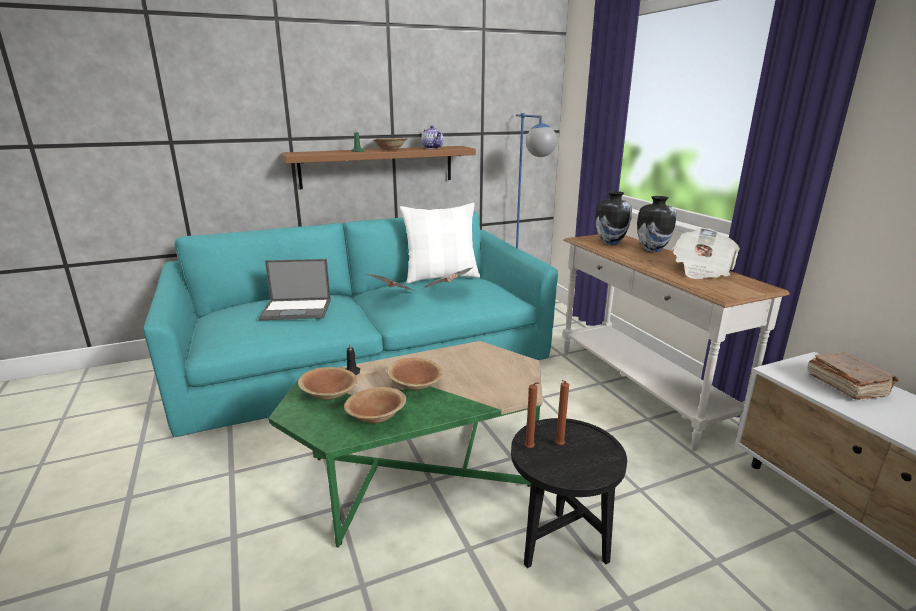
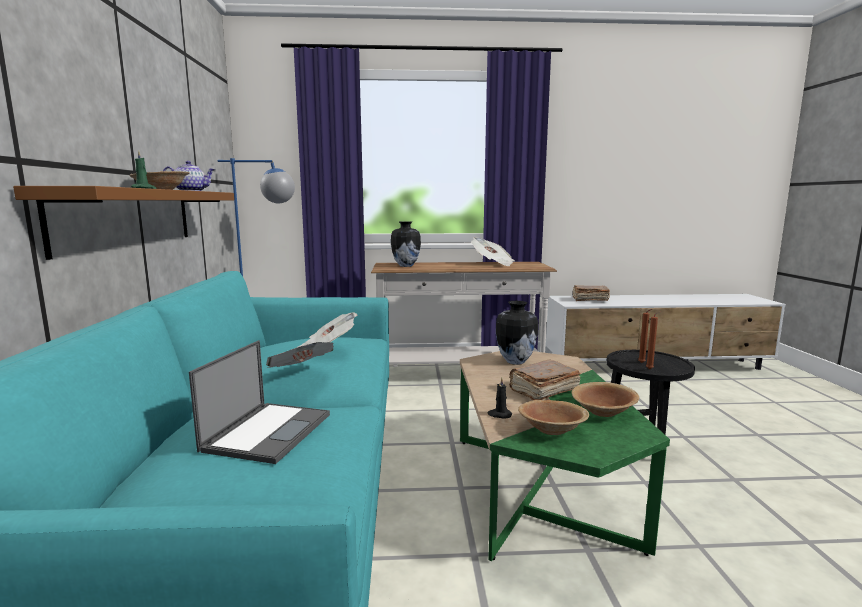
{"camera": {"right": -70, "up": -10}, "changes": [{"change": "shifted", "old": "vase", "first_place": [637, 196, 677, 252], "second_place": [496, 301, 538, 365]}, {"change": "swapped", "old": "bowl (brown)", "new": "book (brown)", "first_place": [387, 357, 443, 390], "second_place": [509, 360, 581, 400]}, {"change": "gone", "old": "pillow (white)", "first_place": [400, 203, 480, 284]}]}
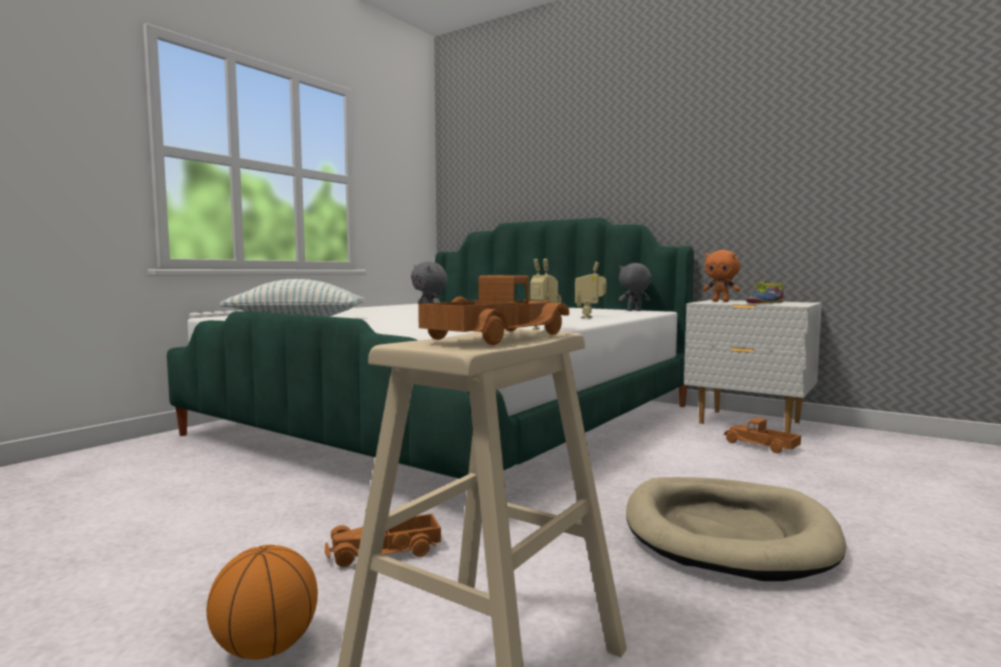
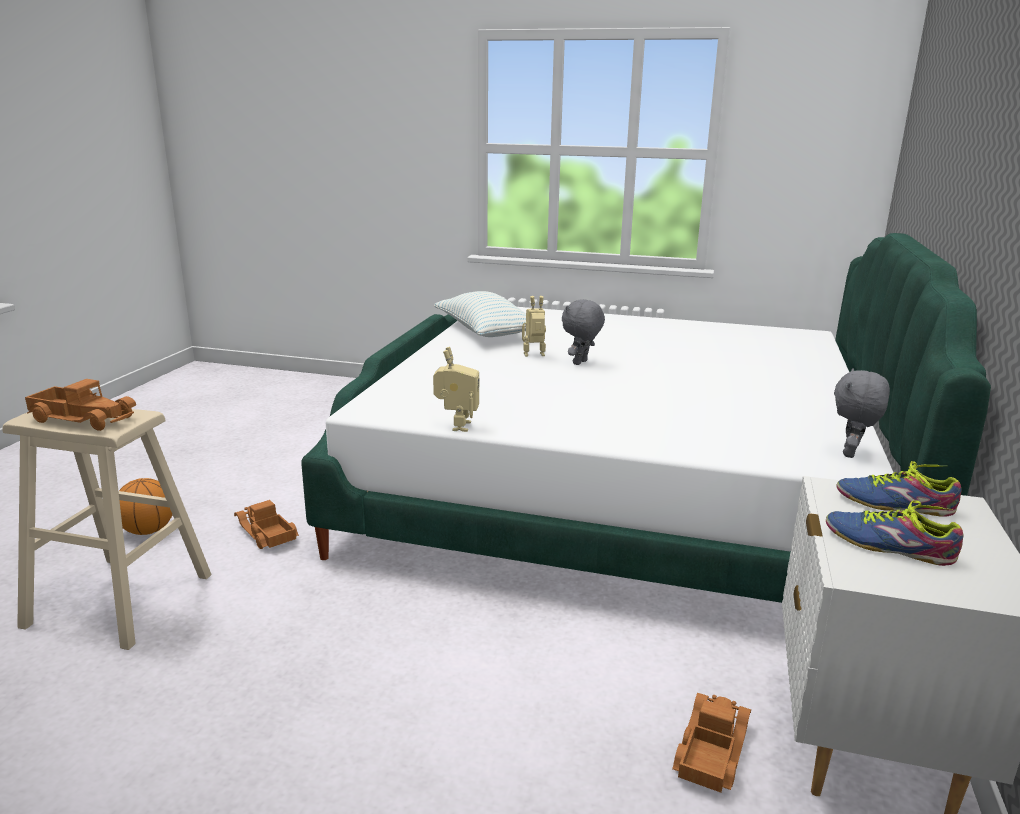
{"camera": {"right": 70, "up": 15}, "changes": [{"change": "shifted", "old": "toy robot", "first_place": [575, 262, 606, 318], "second_place": [522, 296, 546, 357]}, {"change": "rotated", "old": "plush toy (grey)", "first_place": [619, 263, 652, 311], "second_place": [834, 368, 890, 458], "degrees": -120}, {"change": "swapped", "old": "plush toy (orange)", "new": "shoe", "first_place": [703, 250, 740, 302], "second_place": [837, 461, 961, 517]}, {"change": "gone", "old": "dog bed (beige)", "first_place": [626, 477, 846, 581]}]}
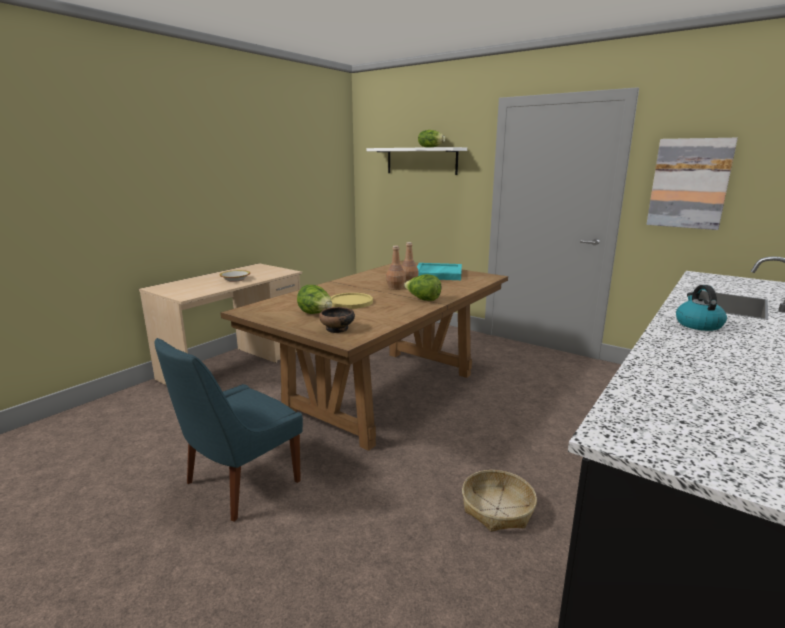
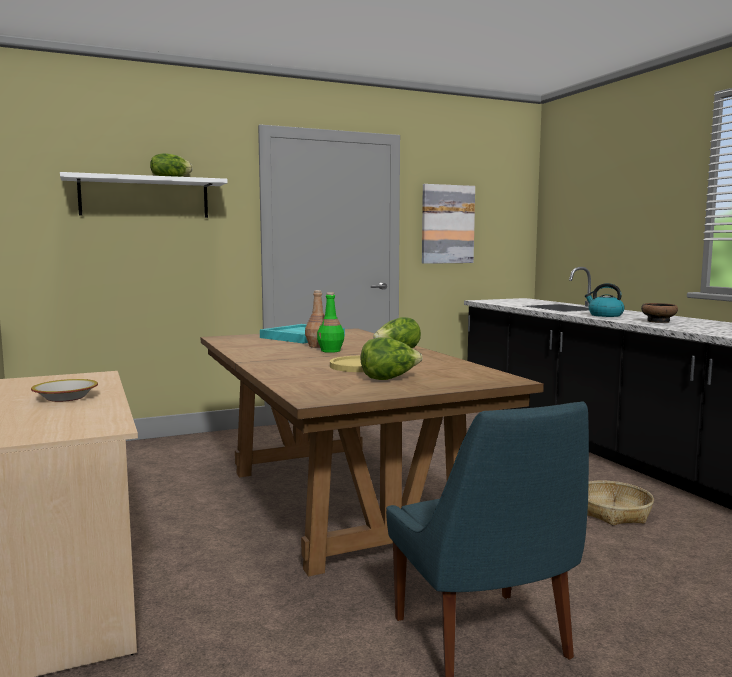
{"camera": {"right": -60, "up": -10}, "changes": [{"change": "repainted", "old": "bottle (brown)", "new": "bottle (green)", "first_place": [386, 246, 406, 290], "second_place": [317, 292, 344, 353]}, {"change": "shifted", "old": "bowl", "first_place": [319, 307, 355, 333], "second_place": [641, 303, 678, 323]}]}
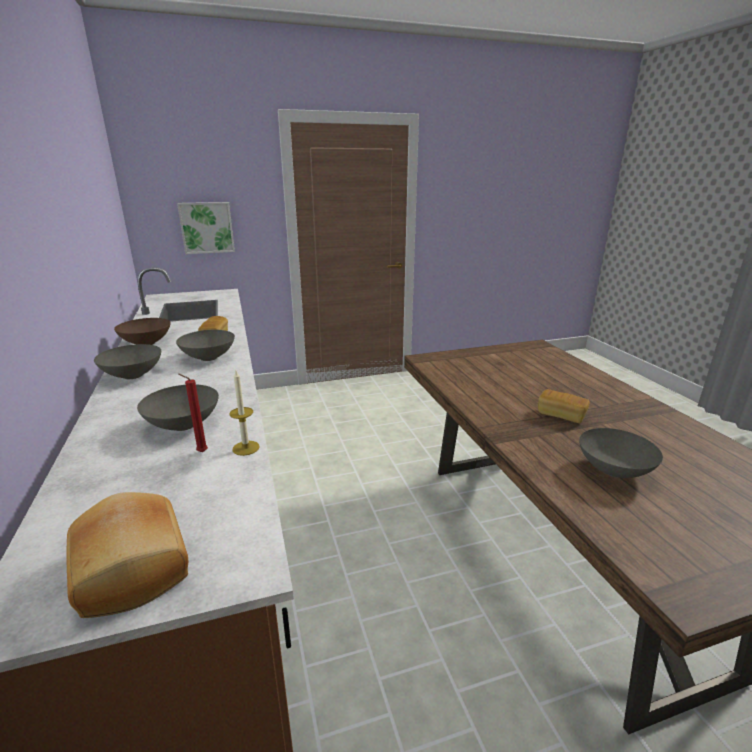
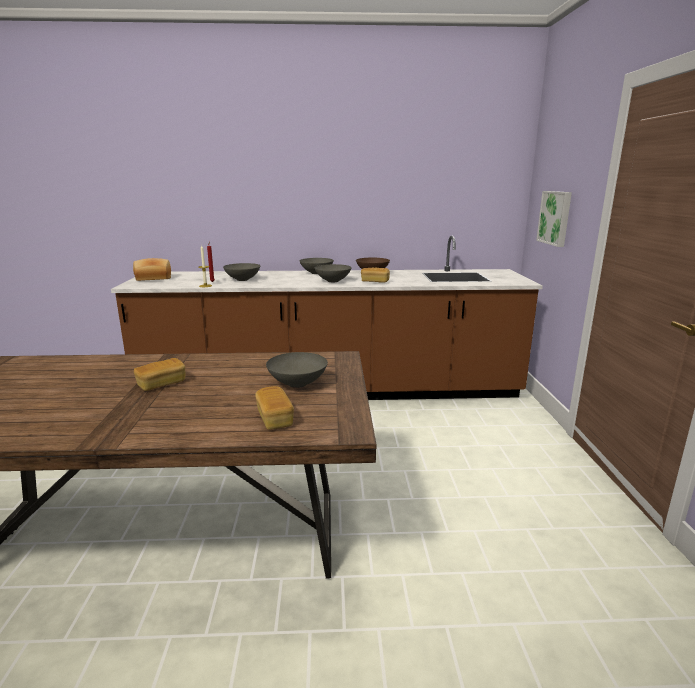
{"camera": {"right": 105, "up": -5}, "changes": [{"change": "new", "new": "bread", "second_place": [255, 386, 294, 430]}, {"change": "shifted", "old": "bowl (grey)", "first_place": [579, 428, 663, 478], "second_place": [266, 352, 328, 388]}]}
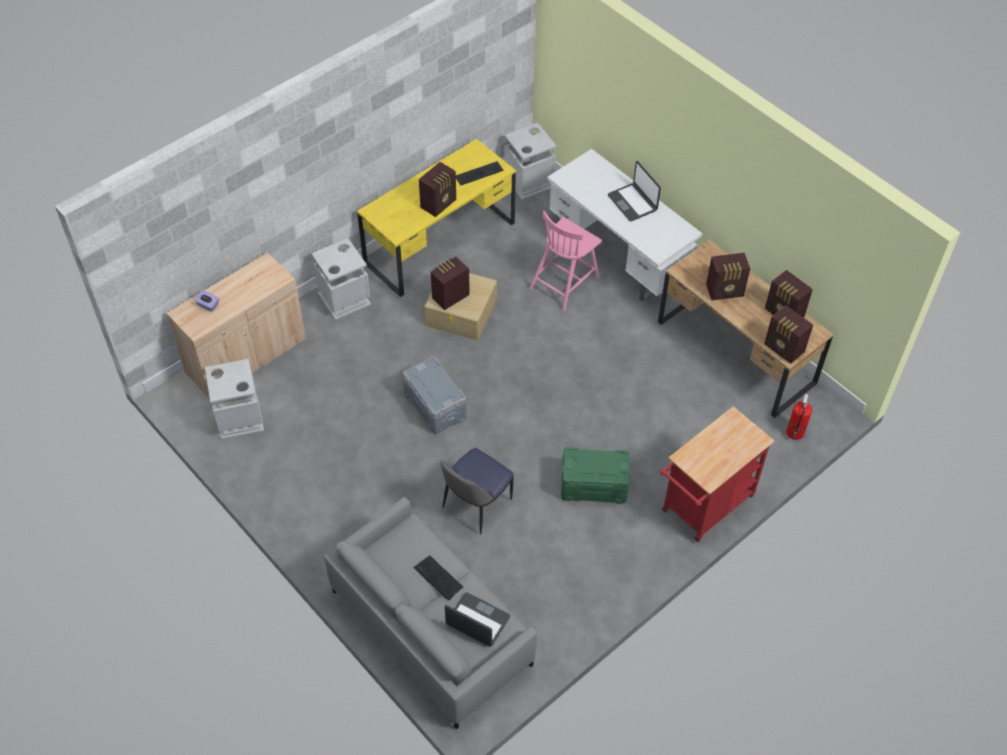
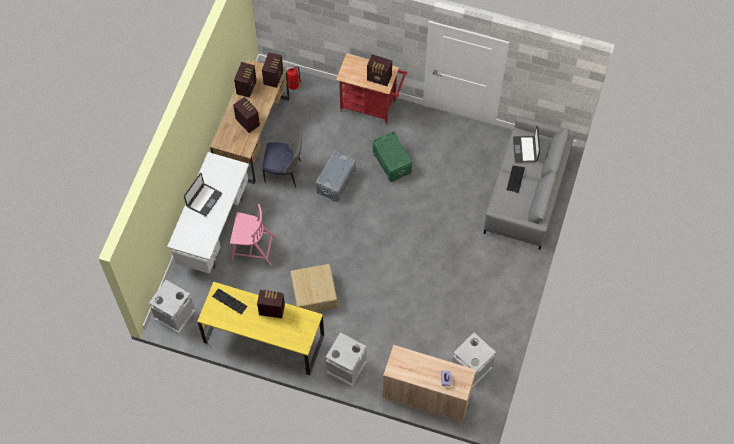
{"camera": {"right": -120, "up": 10}, "changes": [{"change": "shifted", "old": "chair", "first_place": [441, 448, 514, 535], "second_place": [262, 135, 302, 188]}, {"change": "shifted", "old": "storage box (grey)", "first_place": [403, 357, 467, 434], "second_place": [316, 151, 356, 202]}, {"change": "shifted", "old": "radio", "first_place": [431, 257, 470, 310], "second_place": [367, 54, 392, 86]}]}
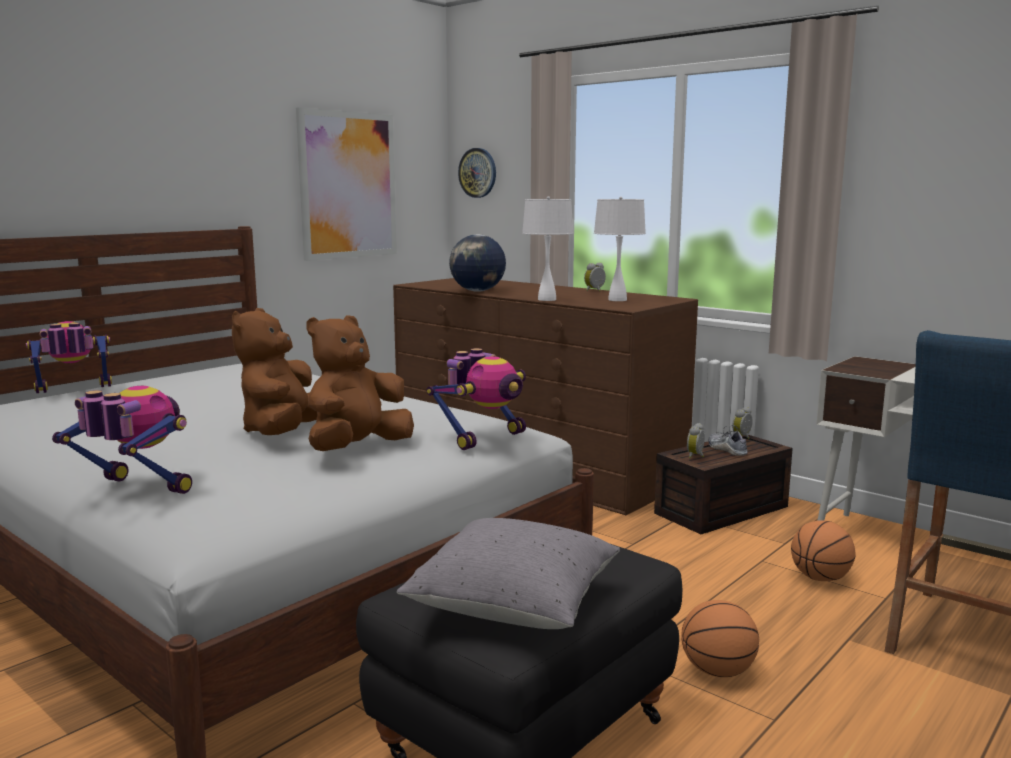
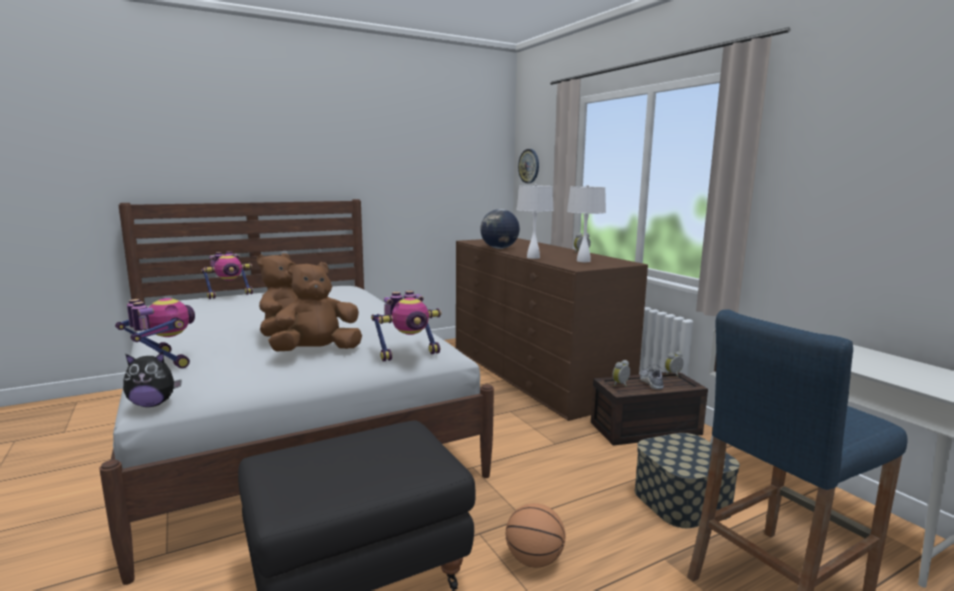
{"camera": {"right": 20, "up": 0}, "changes": [{"change": "new", "new": "plush toy", "second_place": [123, 352, 182, 407]}, {"change": "rotated", "old": "toy robot", "first_place": [26, 321, 112, 393], "second_place": [201, 251, 253, 299], "degrees": 150}, {"change": "swapped", "old": "basketball", "new": "storage box", "first_place": [791, 520, 856, 581], "second_place": [635, 433, 740, 528]}, {"change": "gone", "old": "picture", "first_place": [296, 107, 397, 261]}, {"change": "gone", "old": "pillow (grey)", "first_place": [397, 518, 620, 629]}]}
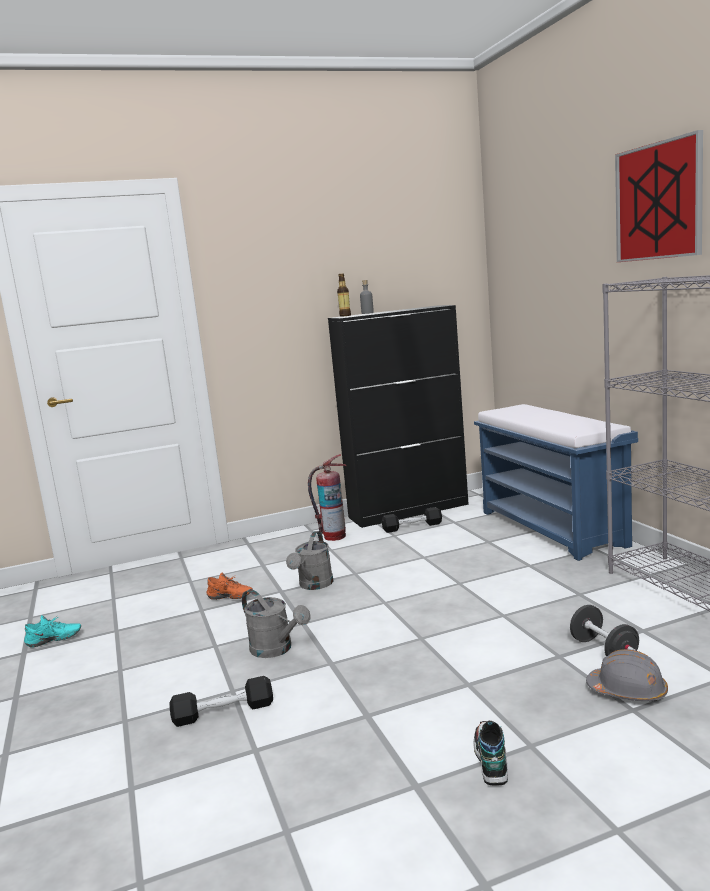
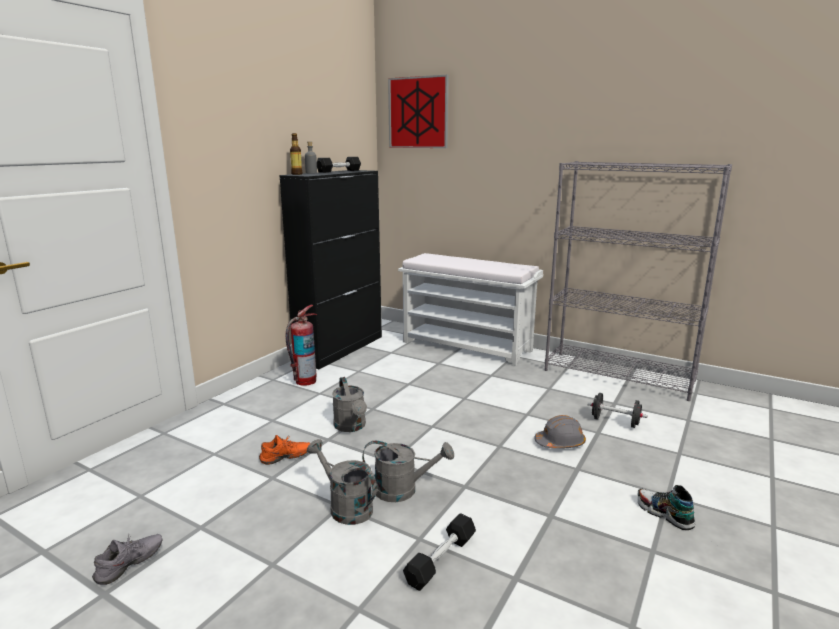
{"camera": {"right": -40, "up": 5}, "changes": [{"change": "repainted", "old": "shoe (turquoise)", "new": "shoe (grey)", "first_place": [24, 615, 81, 648], "second_place": [92, 534, 162, 585]}, {"change": "new", "new": "watering can (grey)", "second_place": [307, 439, 377, 525]}, {"change": "shifted", "old": "dumbbell (black)", "first_place": [382, 507, 442, 533], "second_place": [317, 157, 361, 173]}, {"change": "shifted", "old": "picture", "first_place": [615, 130, 703, 262], "second_place": [388, 75, 449, 148]}, {"change": "repainted", "old": "bench (blue)", "new": "bench (white)", "first_place": [474, 404, 638, 561], "second_place": [398, 253, 543, 366]}, {"change": "shifted", "old": "hard hat (grey)", "first_place": [586, 649, 668, 702], "second_place": [534, 415, 586, 449]}]}
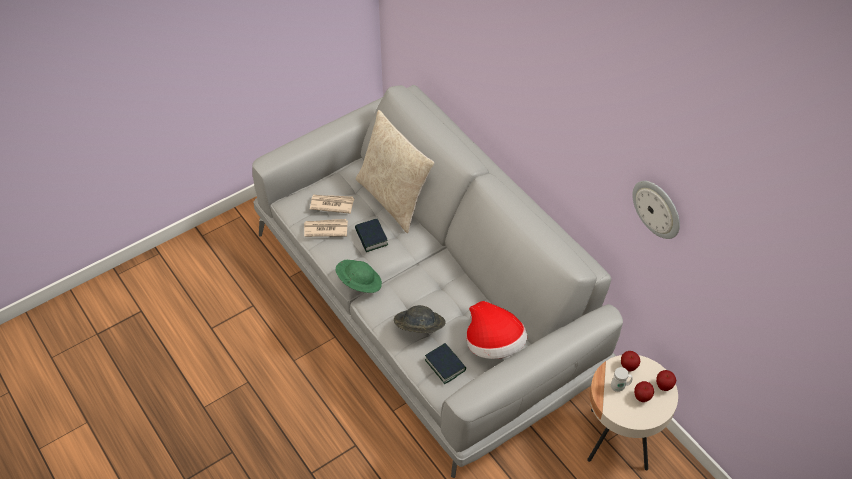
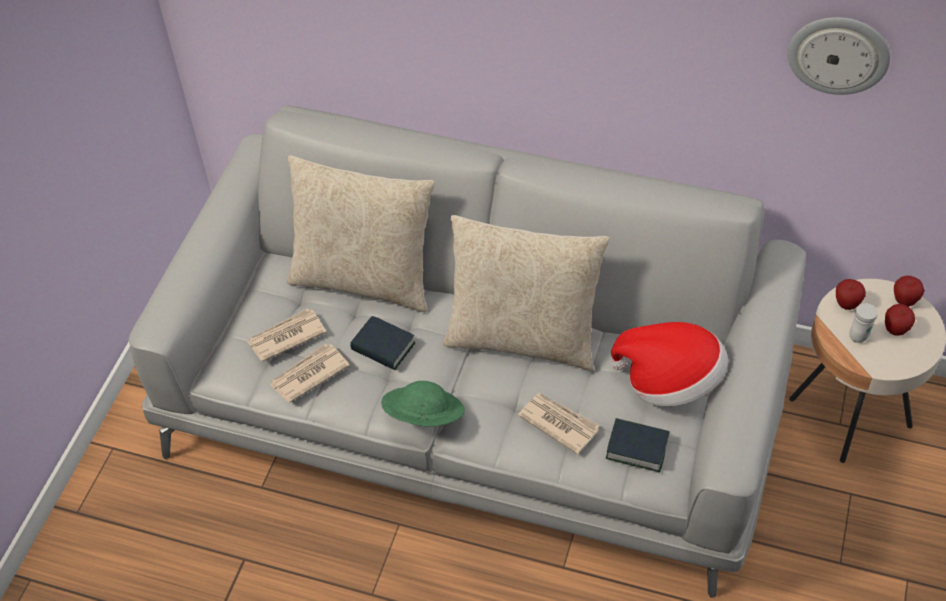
{"camera": {"right": -35, "up": 0}, "changes": [{"change": "new", "new": "pillow (beige)", "second_place": [443, 215, 610, 371]}, {"change": "swapped", "old": "hat (grey)", "new": "newspaper", "first_place": [394, 305, 446, 333], "second_place": [518, 393, 599, 454]}]}
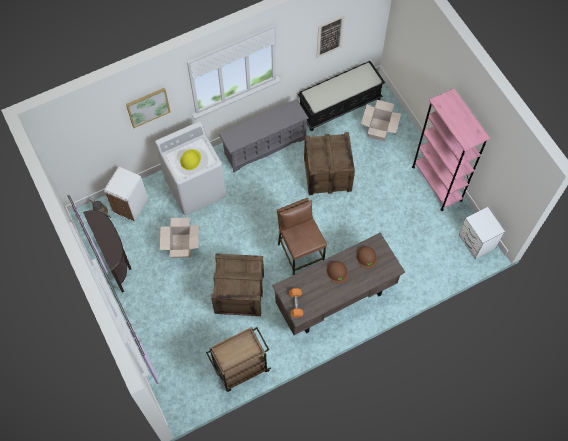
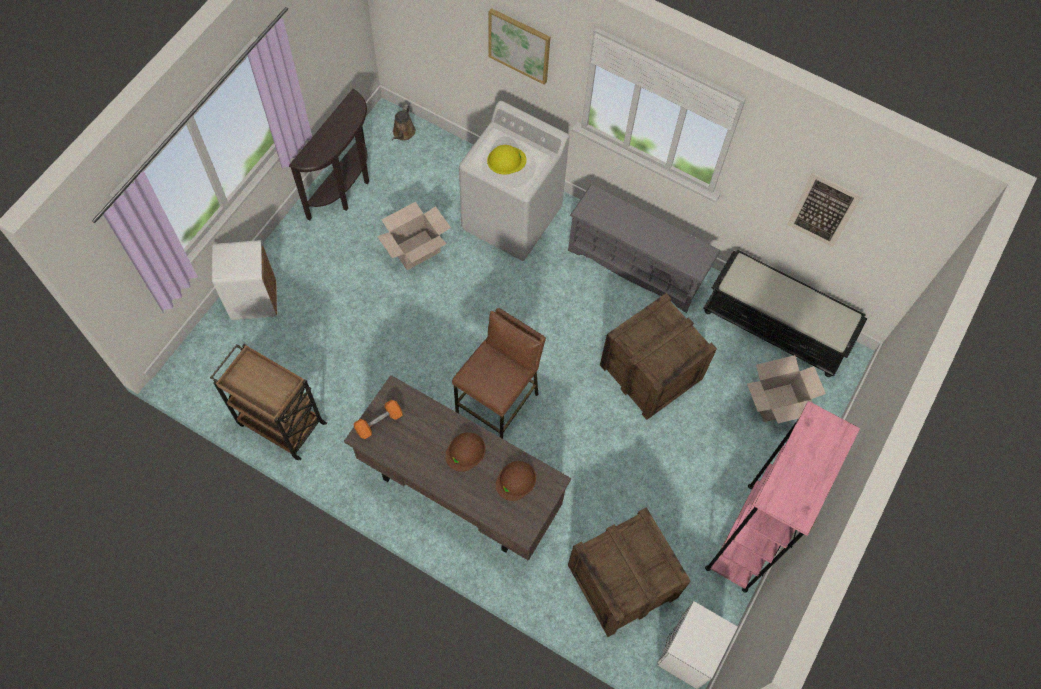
{"camera": {"right": 55, "up": 0}, "changes": [{"change": "shifted", "old": "trash can (white)", "first_place": [104, 167, 148, 222], "second_place": [212, 240, 277, 320]}, {"change": "shifted", "old": "crate", "first_place": [211, 254, 264, 316], "second_place": [568, 507, 691, 637]}]}
